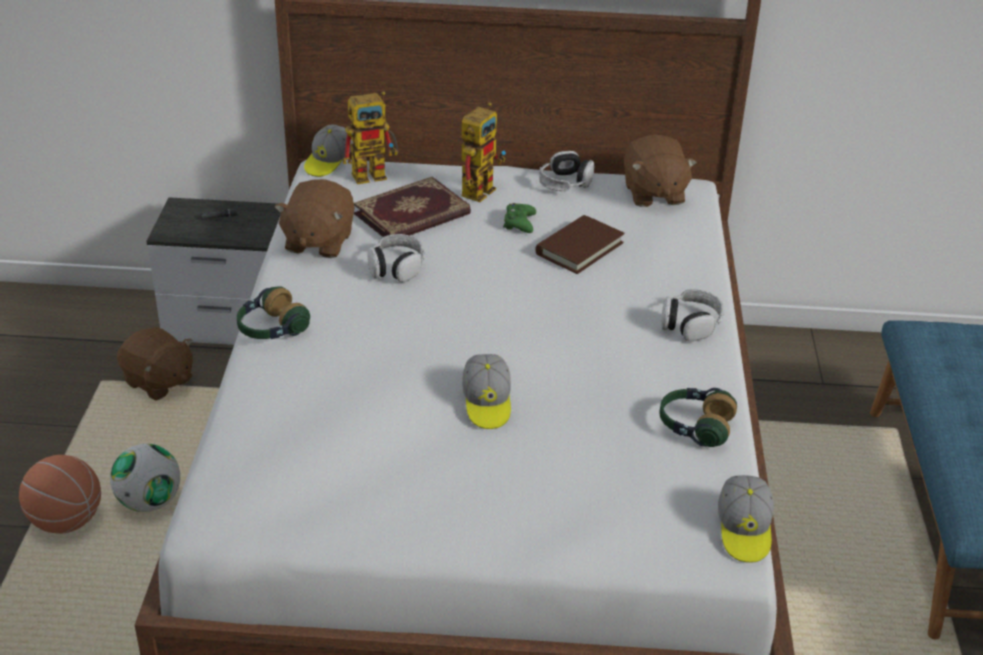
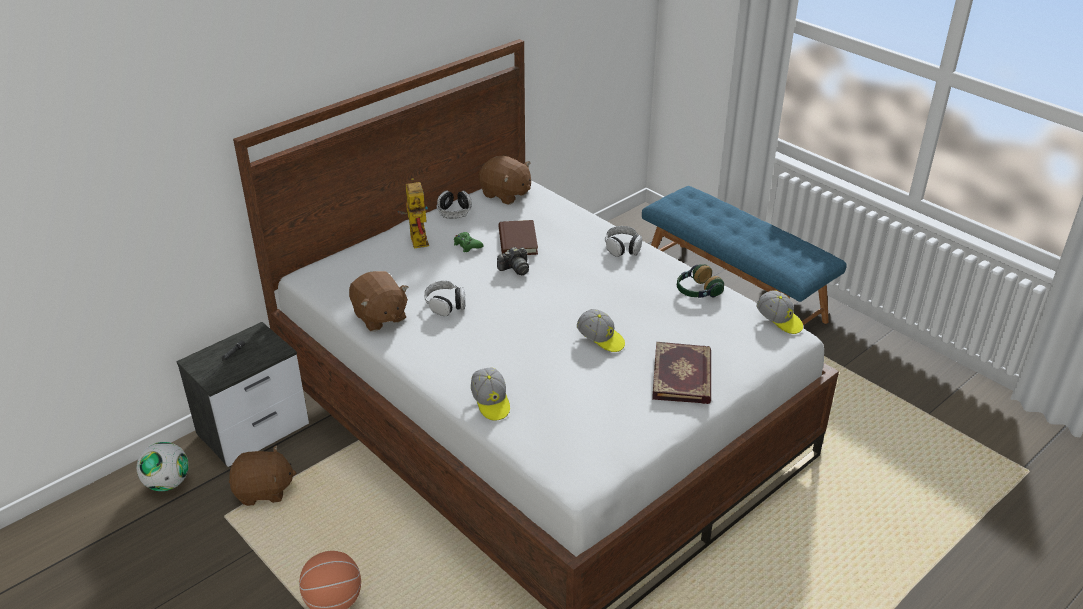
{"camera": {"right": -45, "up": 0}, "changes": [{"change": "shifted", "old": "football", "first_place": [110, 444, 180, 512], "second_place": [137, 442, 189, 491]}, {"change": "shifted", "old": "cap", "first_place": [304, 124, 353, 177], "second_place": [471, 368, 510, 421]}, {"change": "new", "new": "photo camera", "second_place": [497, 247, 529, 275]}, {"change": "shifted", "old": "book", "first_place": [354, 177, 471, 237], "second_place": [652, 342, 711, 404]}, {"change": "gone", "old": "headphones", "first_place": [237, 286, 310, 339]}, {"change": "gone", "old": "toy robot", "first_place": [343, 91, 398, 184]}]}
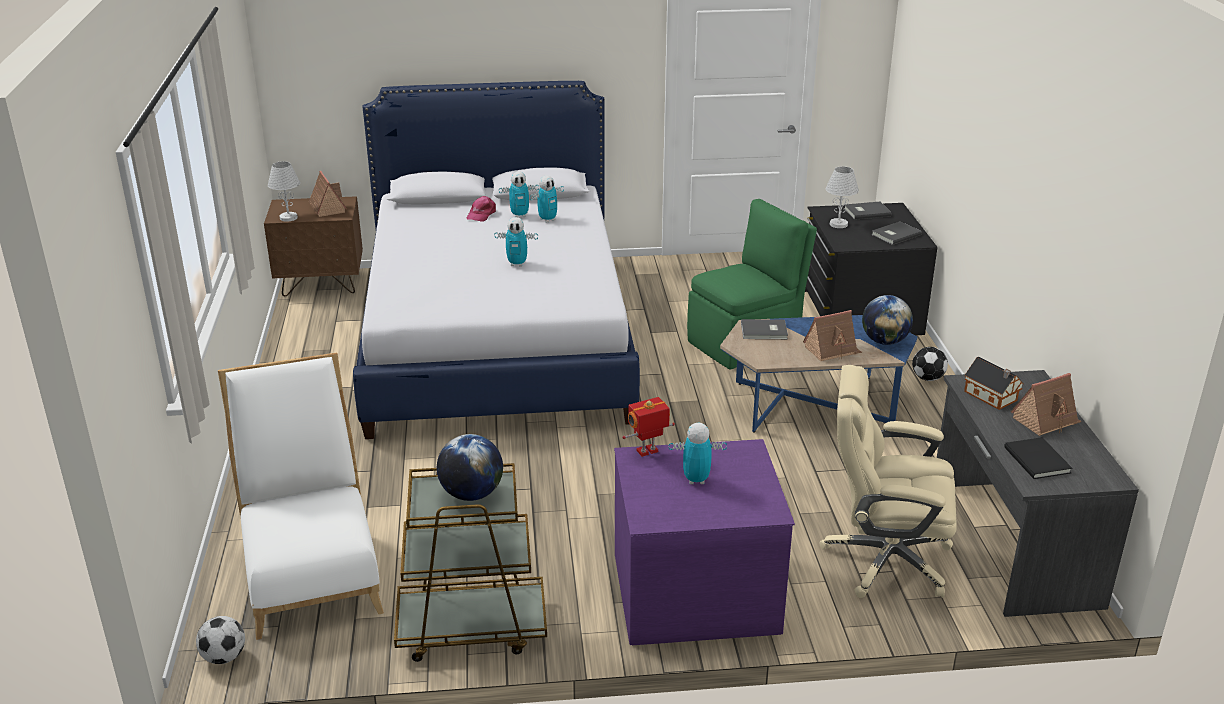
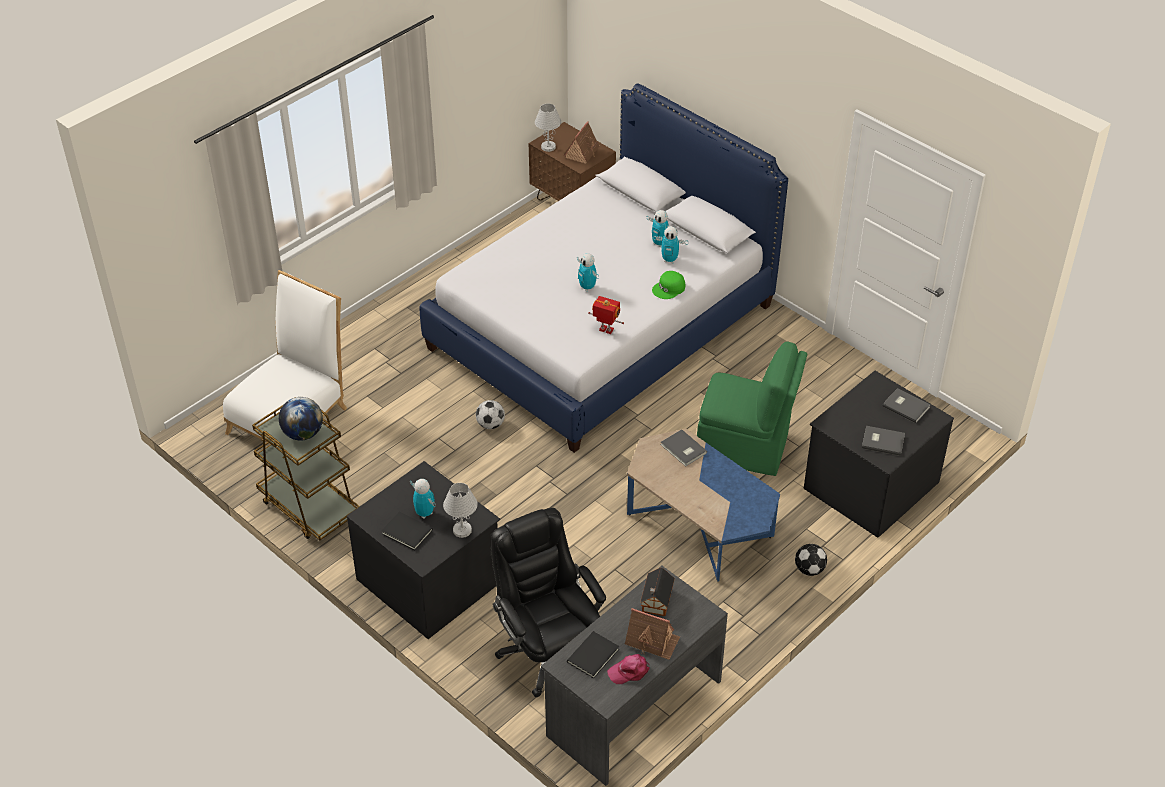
{"camera": {"right": 50, "up": 15}, "changes": [{"change": "repainted", "old": "dresser (purple)", "new": "dresser (black)", "first_place": [614, 439, 795, 645], "second_place": [347, 461, 500, 639]}, {"change": "new", "new": "book (black)", "second_place": [381, 512, 433, 550]}, {"change": "shifted", "old": "table lamp (white)", "first_place": [826, 166, 859, 228], "second_place": [443, 483, 478, 538]}, {"change": "shifted", "old": "football", "first_place": [196, 616, 245, 664], "second_place": [476, 400, 505, 429]}, {"change": "repainted", "old": "office chair (beige)", "new": "office chair (black)", "first_place": [820, 365, 957, 598], "second_place": [490, 508, 606, 697]}, {"change": "shifted", "old": "toy robot", "first_place": [622, 397, 675, 457], "second_place": [588, 296, 624, 334]}, {"change": "shifted", "old": "cap (pink)", "first_place": [467, 196, 496, 222], "second_place": [607, 654, 650, 684]}, {"change": "new", "new": "cap (green)", "second_place": [652, 271, 685, 299]}, {"change": "gone", "old": "toy house", "first_place": [803, 310, 862, 361]}, {"change": "gone", "old": "globe", "first_place": [862, 295, 913, 345]}]}
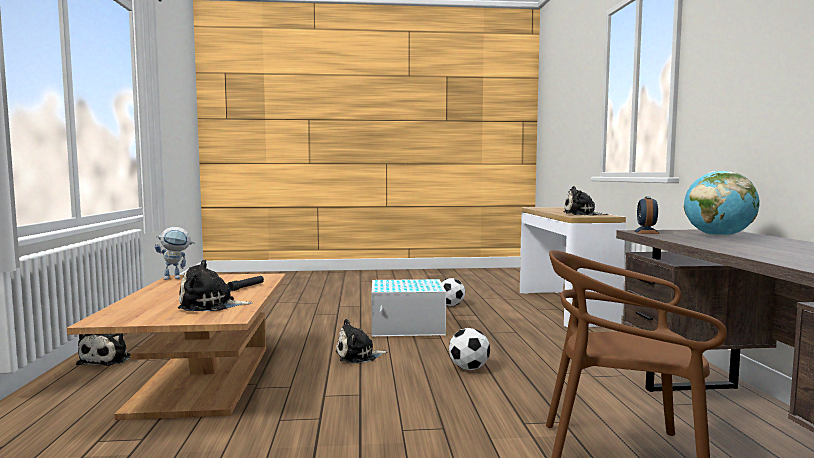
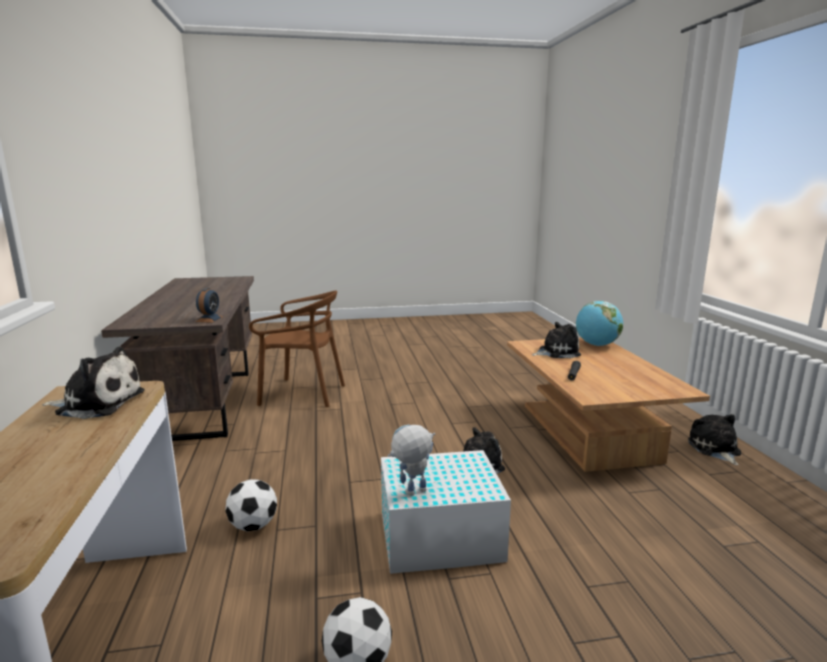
{"camera": {"right": 175, "up": 10}, "changes": [{"change": "shifted", "old": "football", "first_place": [449, 328, 490, 370], "second_place": [225, 479, 277, 531]}, {"change": "shifted", "old": "toy robot", "first_place": [155, 227, 195, 280], "second_place": [388, 424, 435, 496]}, {"change": "shifted", "old": "globe", "first_place": [684, 171, 759, 237], "second_place": [576, 301, 623, 346]}]}
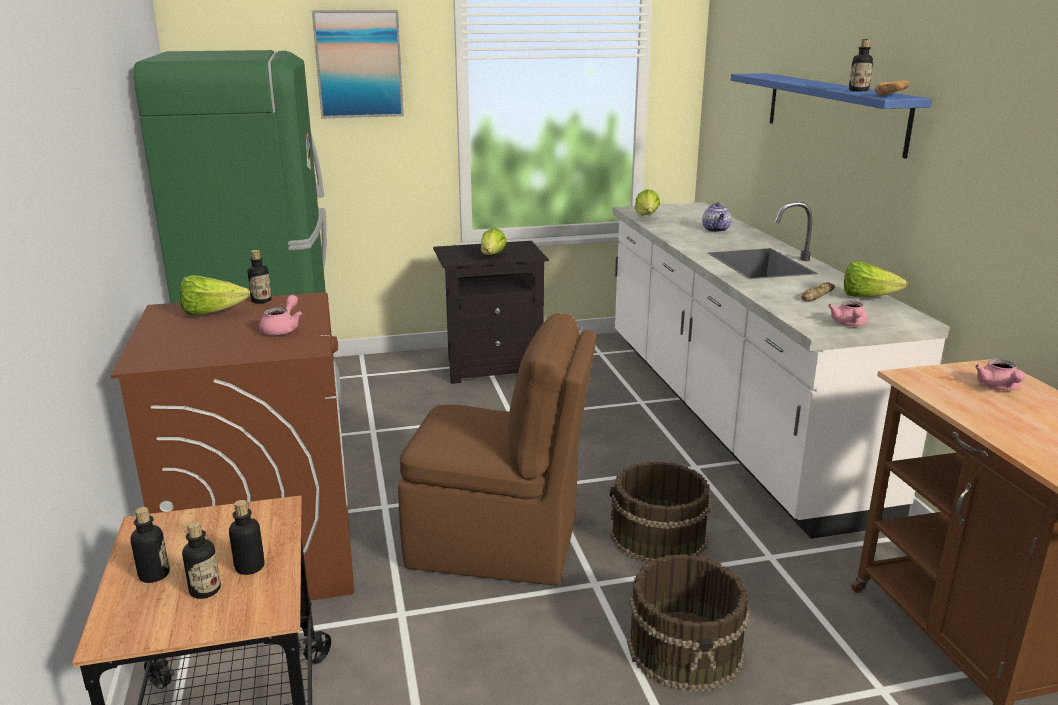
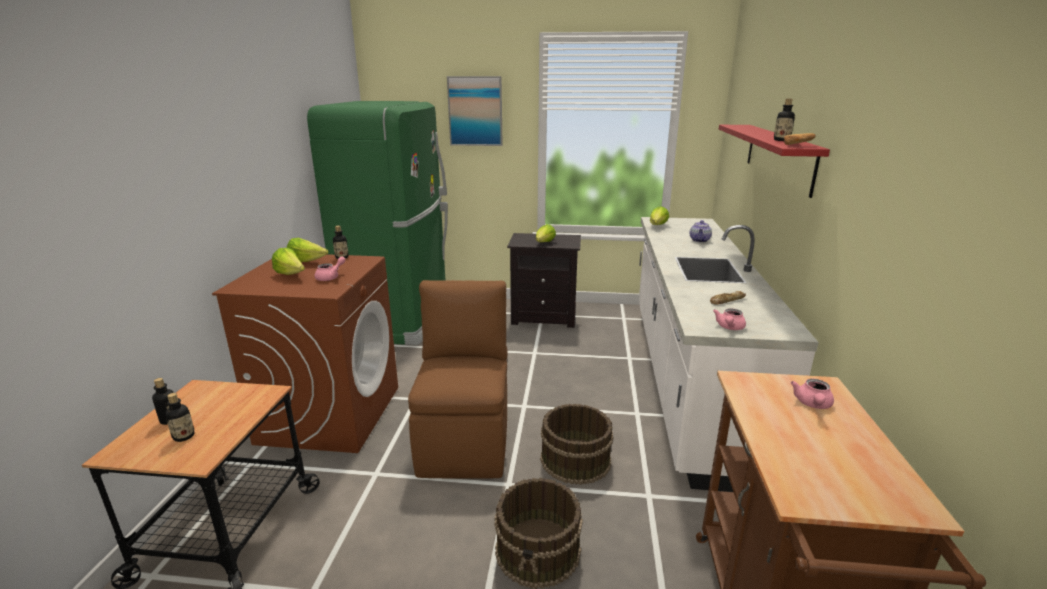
{"camera": {"right": 20, "up": 0}, "changes": [{"change": "shifted", "old": "lettuce", "first_place": [844, 261, 907, 297], "second_place": [272, 248, 305, 275]}, {"change": "rotated", "old": "chair (brown)", "first_place": [398, 313, 597, 586], "second_place": [408, 280, 508, 479], "degrees": -120}, {"change": "repainted", "old": "shelf (blue)", "new": "shelf (red)", "first_place": [731, 73, 932, 158], "second_place": [719, 125, 830, 198]}, {"change": "gone", "old": "bottle", "first_place": [229, 500, 264, 575]}]}
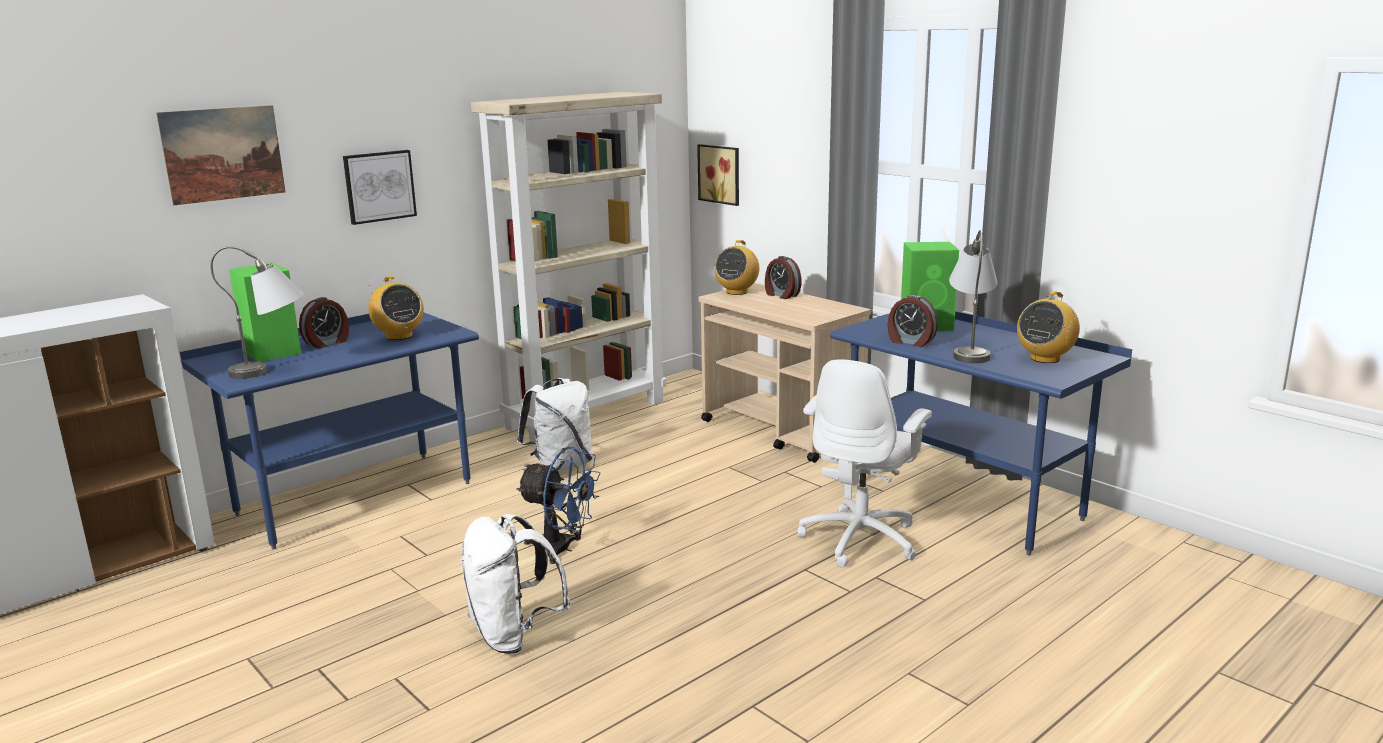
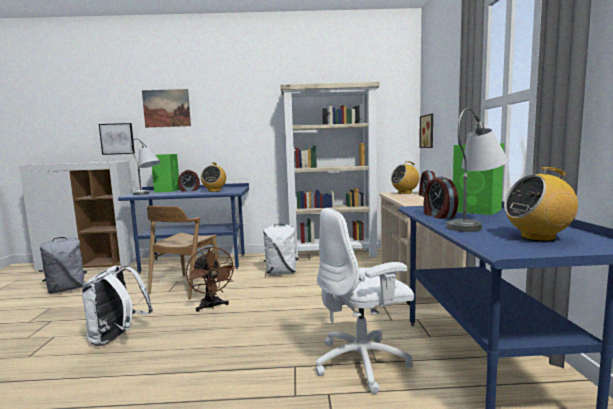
{"camera": {"right": 40, "up": -10}, "changes": [{"change": "new", "new": "backpack (grey)", "second_place": [40, 237, 87, 294]}, {"change": "shifted", "old": "picture", "first_place": [343, 150, 417, 225], "second_place": [99, 123, 135, 155]}, {"change": "new", "new": "chair (brown)", "second_place": [147, 206, 221, 300]}, {"change": "repainted", "old": "fan (blue)", "new": "fan (brown)", "first_place": [516, 446, 601, 564], "second_place": [186, 247, 236, 312]}]}
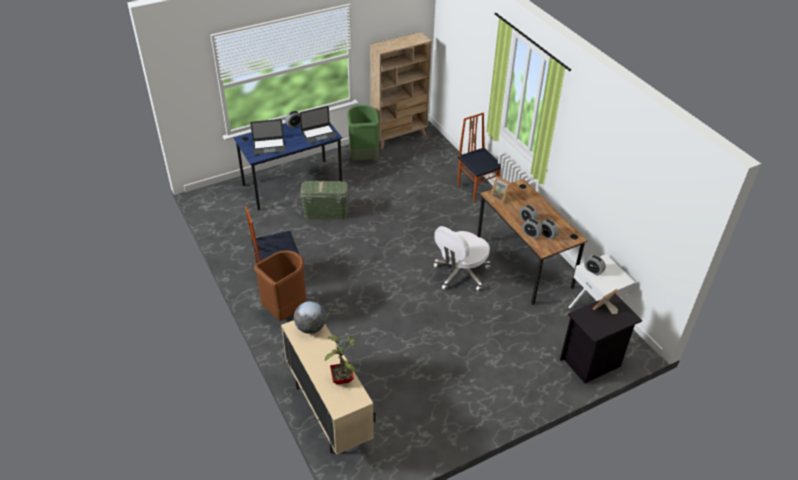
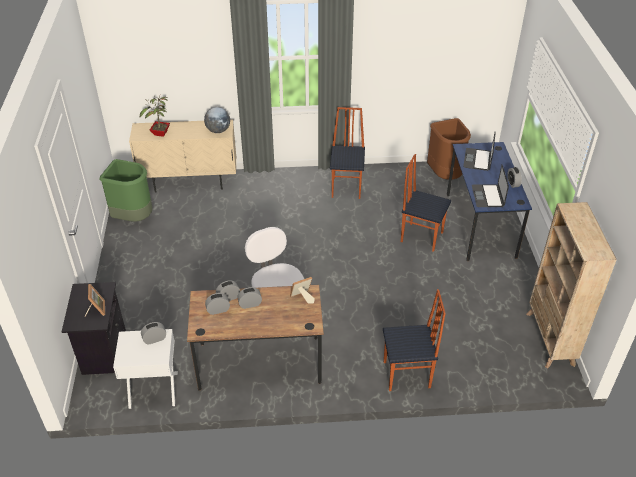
{"camera": {"right": 115, "up": 0}, "changes": [{"change": "shifted", "old": "trash can (green)", "first_place": [347, 105, 380, 161], "second_place": [100, 159, 153, 222]}, {"change": "swapped", "old": "storage box (green)", "new": "chair", "first_place": [299, 181, 350, 220], "second_place": [401, 154, 451, 252]}, {"change": "shifted", "old": "trash can (brown)", "first_place": [254, 250, 306, 321], "second_place": [427, 118, 471, 180]}]}
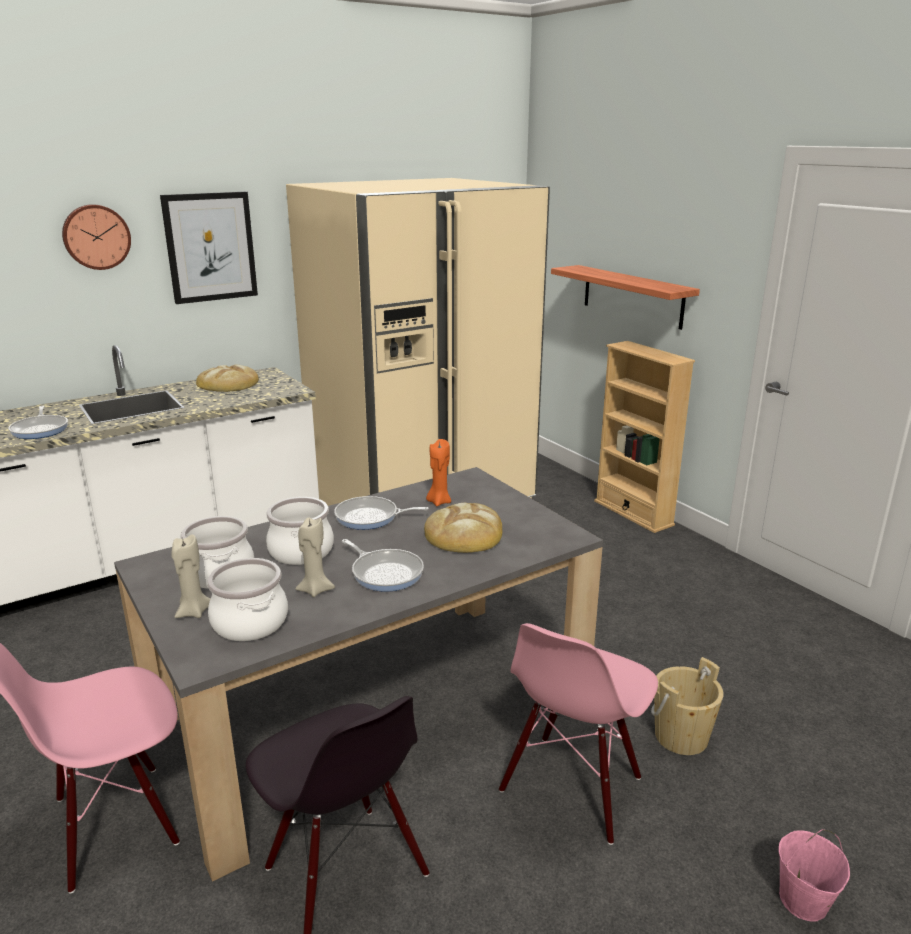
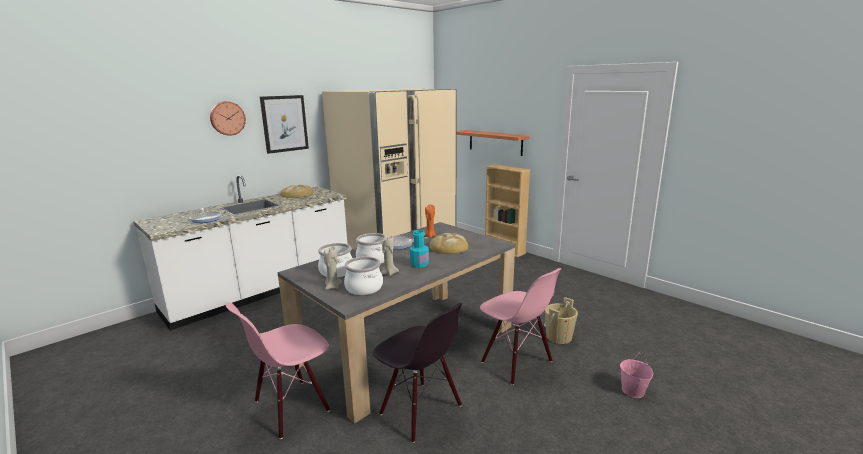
{"camera": {"right": -10, "up": -5}, "changes": [{"change": "swapped", "old": "frying pan", "new": "bottle (turquoise)", "first_place": [342, 539, 424, 592], "second_place": [410, 230, 429, 268]}, {"change": "rotated", "old": "chair (pink)", "first_place": [499, 623, 658, 845], "second_place": [480, 268, 561, 385], "degrees": -60}]}
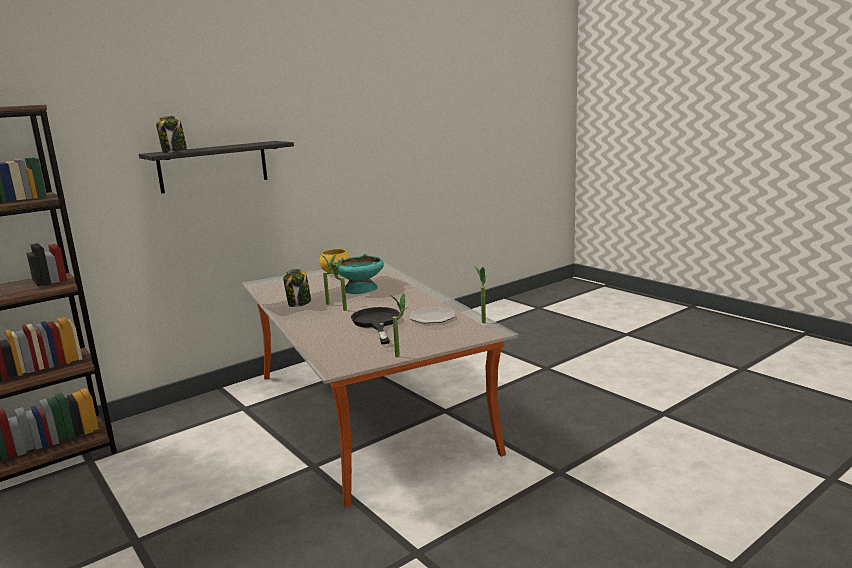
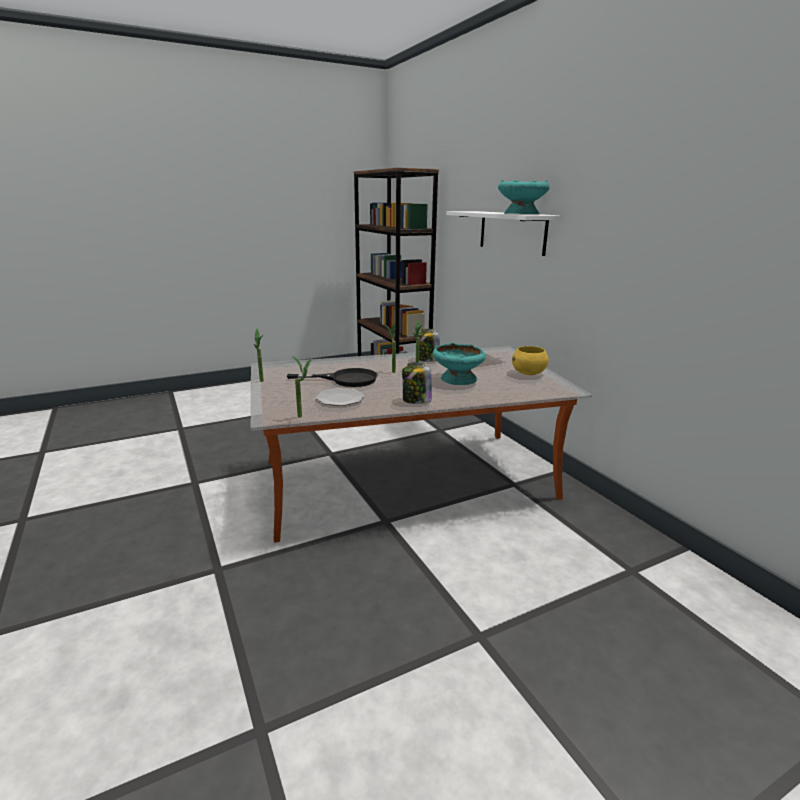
{"camera": {"right": 100, "up": 5}, "changes": [{"change": "shifted", "old": "jar", "first_place": [156, 116, 187, 153], "second_place": [402, 362, 432, 404]}, {"change": "repainted", "old": "shelf (black)", "new": "shelf (white)", "first_place": [139, 141, 294, 194], "second_place": [446, 211, 560, 256]}, {"change": "new", "new": "bowl (turquoise)", "second_place": [498, 180, 550, 214]}]}
